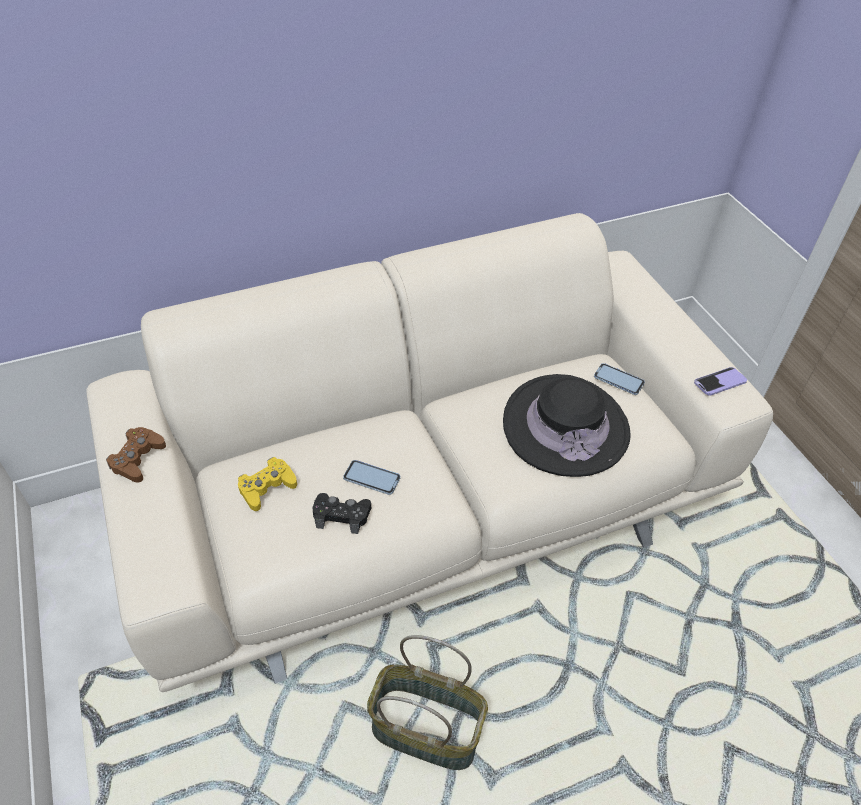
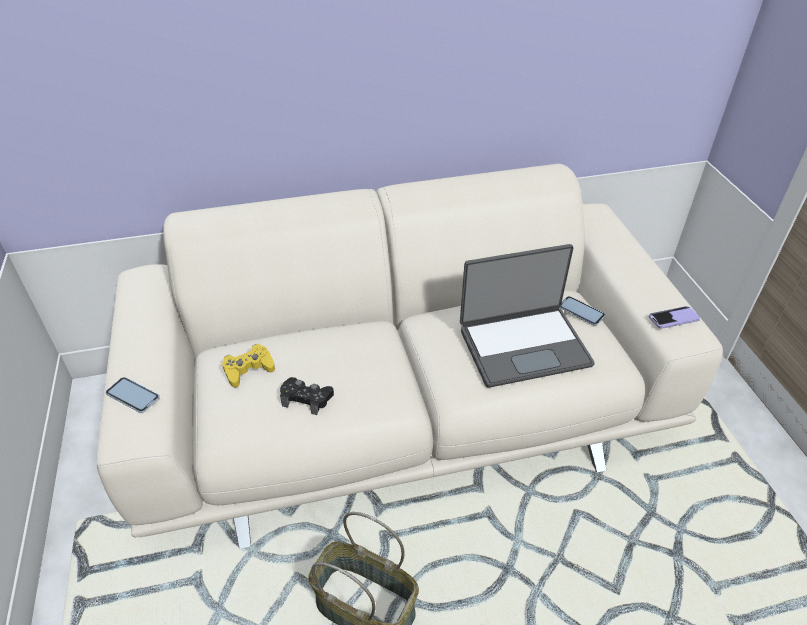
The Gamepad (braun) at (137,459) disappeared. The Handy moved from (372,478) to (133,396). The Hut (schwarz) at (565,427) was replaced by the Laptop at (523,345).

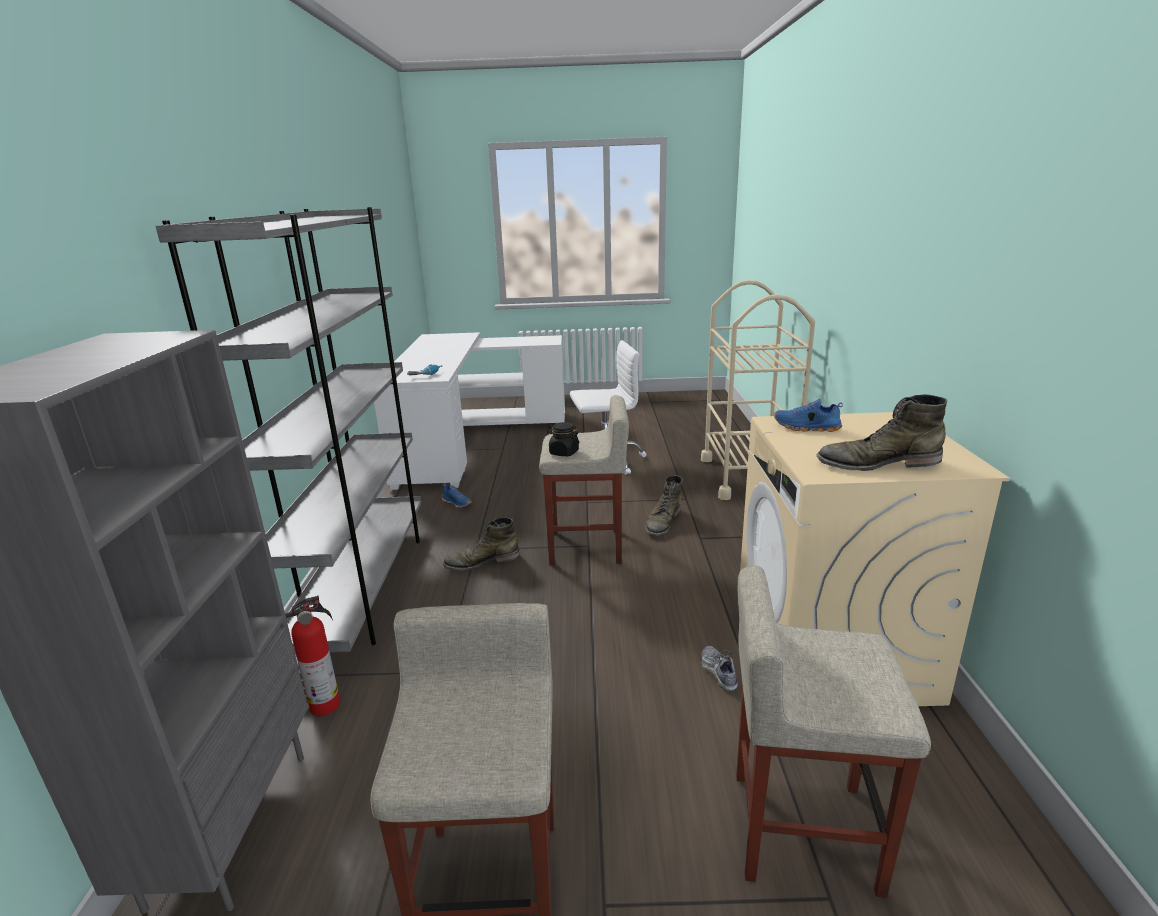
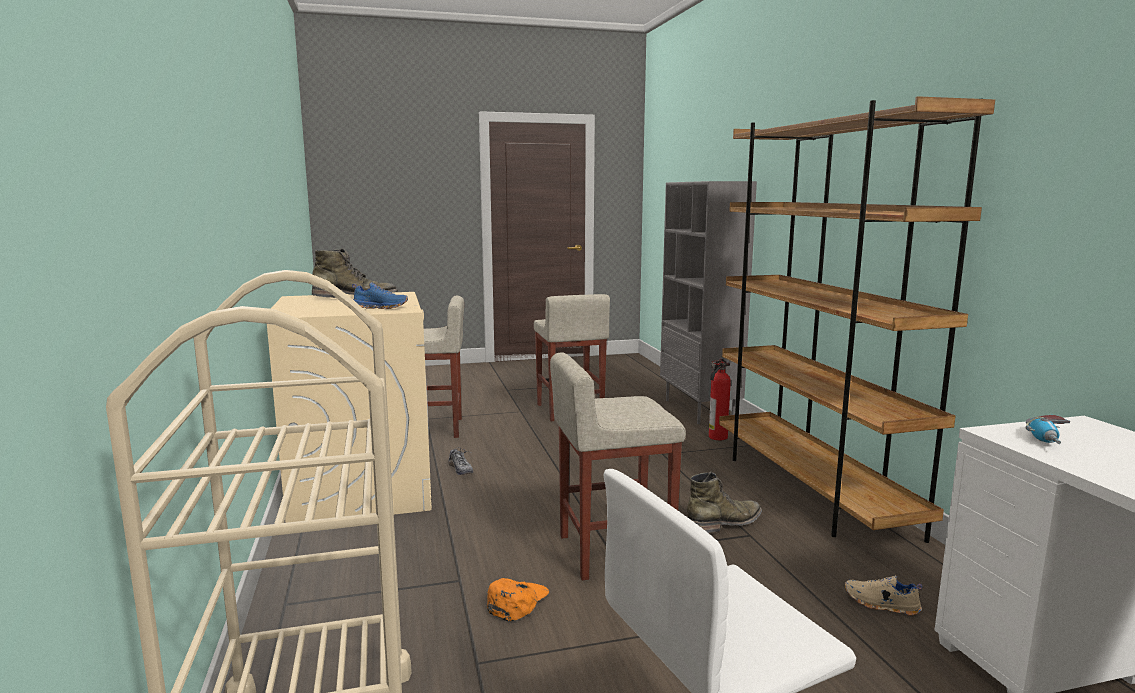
The Bücherregal (grau) at (363,587) became the Bücherregal (braun) at (810,490). The Schuh (blau) at (457,503) became the Schuh (beige) at (881,604). The Vorratsglas (schwarz) at (563,452) disappeared. The Stiefel (grün) at (662,522) was replaced by the Kappe (orange) at (517,602).

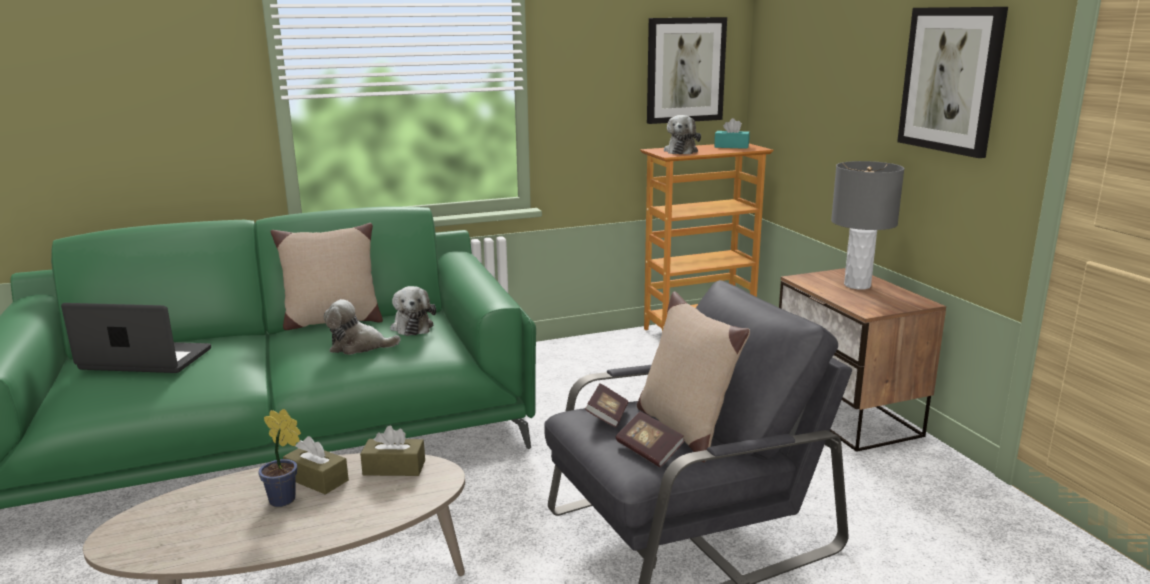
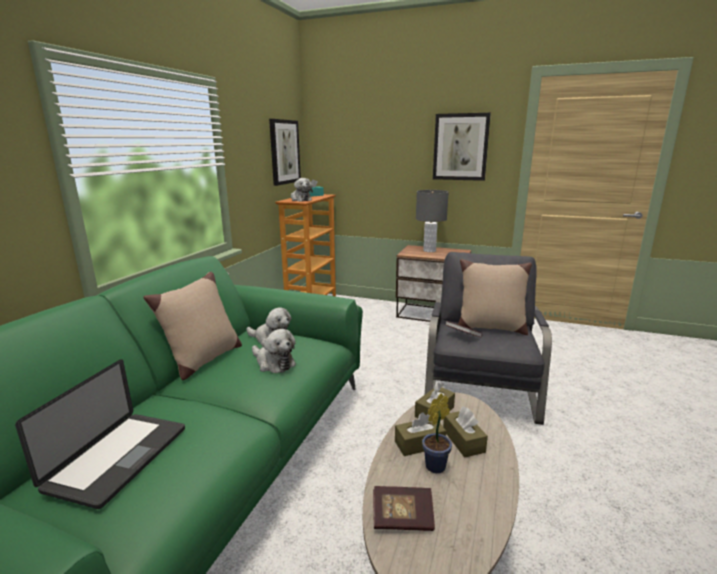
The Laptop at (146,359) turned 150 degrees clockwise. The Plüschtier at (358,346) turned 90 degrees counterclockwise. The Buch moved from (649,451) to (402,518). The Taschentuchbox (braun) at (463,441) appeared.

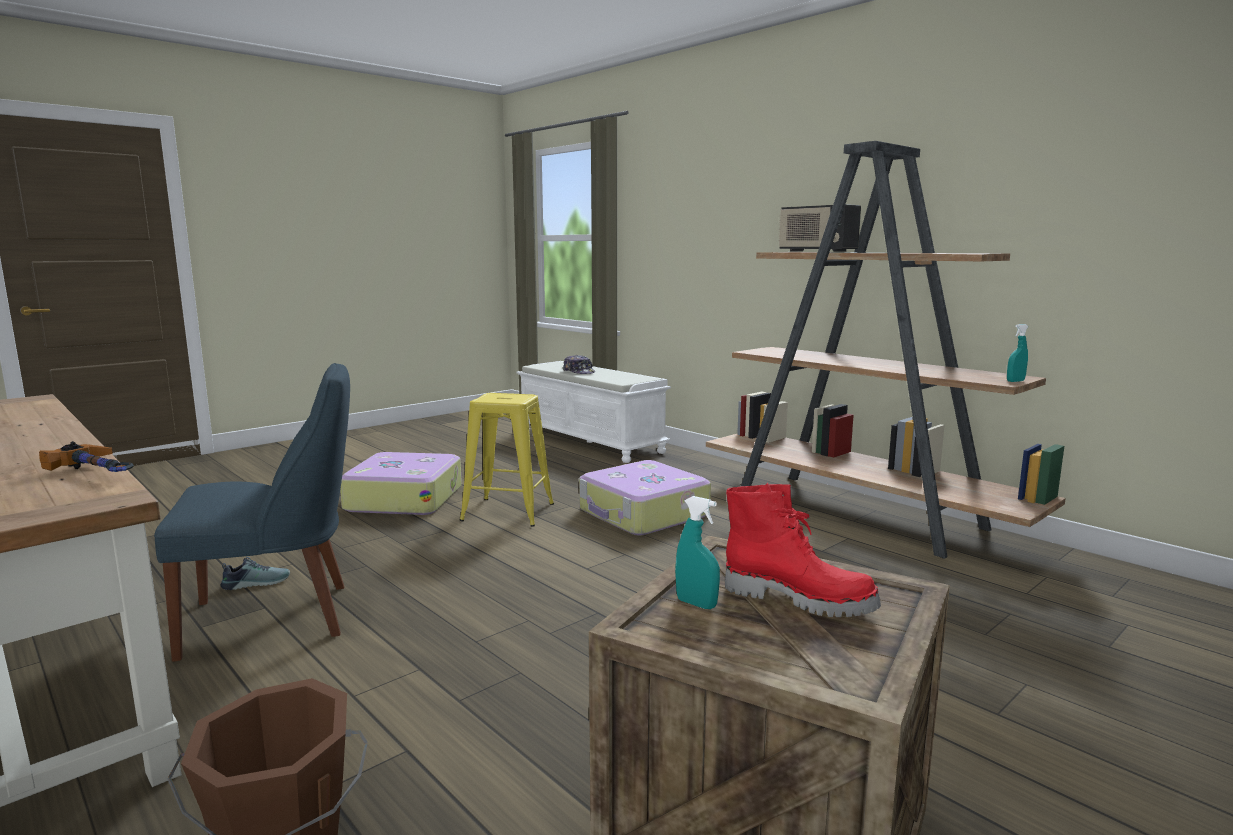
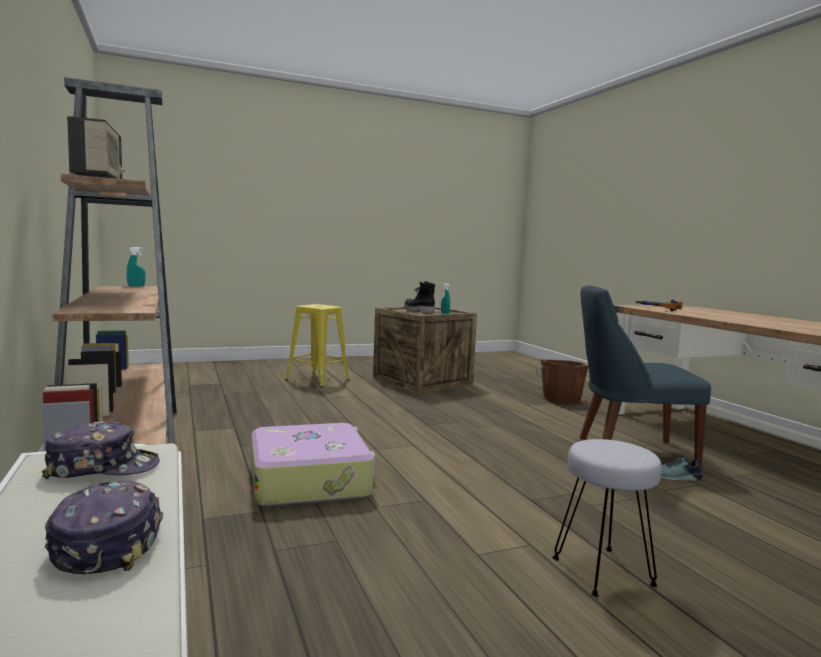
The Koffer at (404,498) was replaced by the Hocker (grau) at (604,571). The Hocker (gelb) moved from (508,512) to (317,380). The Stiefel (rot) at (799,599) became the Stiefel (schwarz) at (418,311). The Kappe at (103,468) appeared.

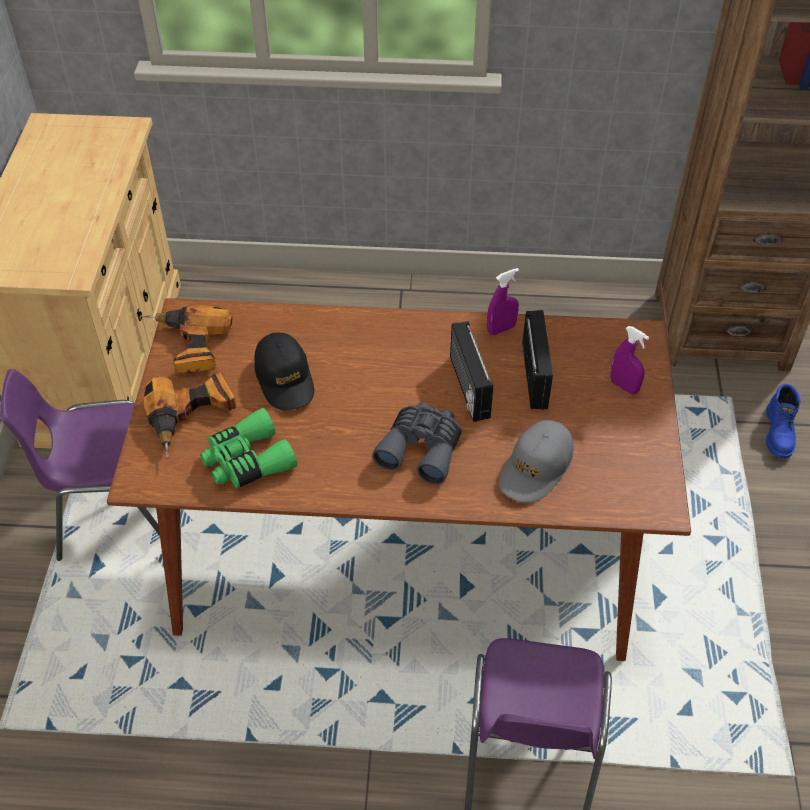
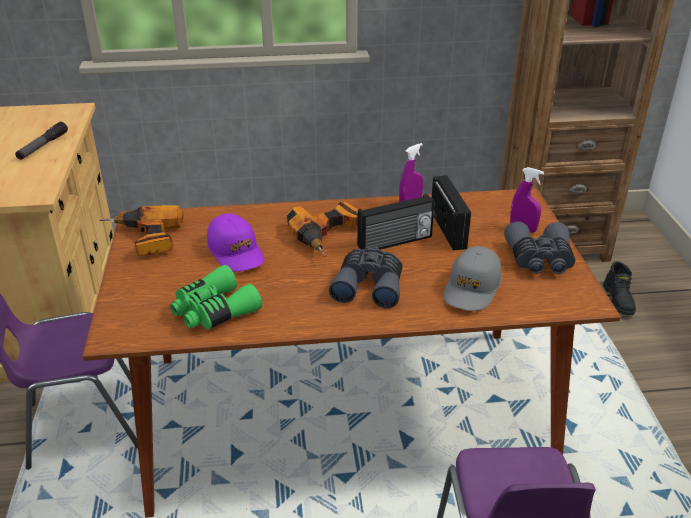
The Bohrmaschine moved from (192,417) to (329,235). The Kappe (schwarz) at (285,378) became the Kappe (lila) at (236,252). The Radio at (467,387) turned 90 degrees counterclockwise. The Stiefel (blau) at (779,433) became the Stiefel (schwarz) at (619,300). The Taschenlampe at (42,146) appeared. The Fernglas (grau) at (539,259) appeared.

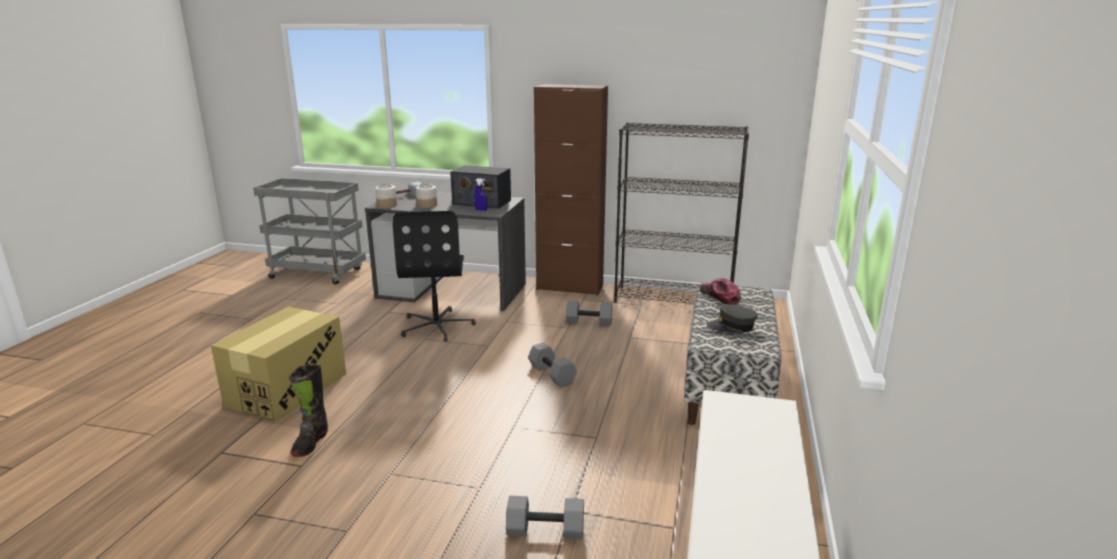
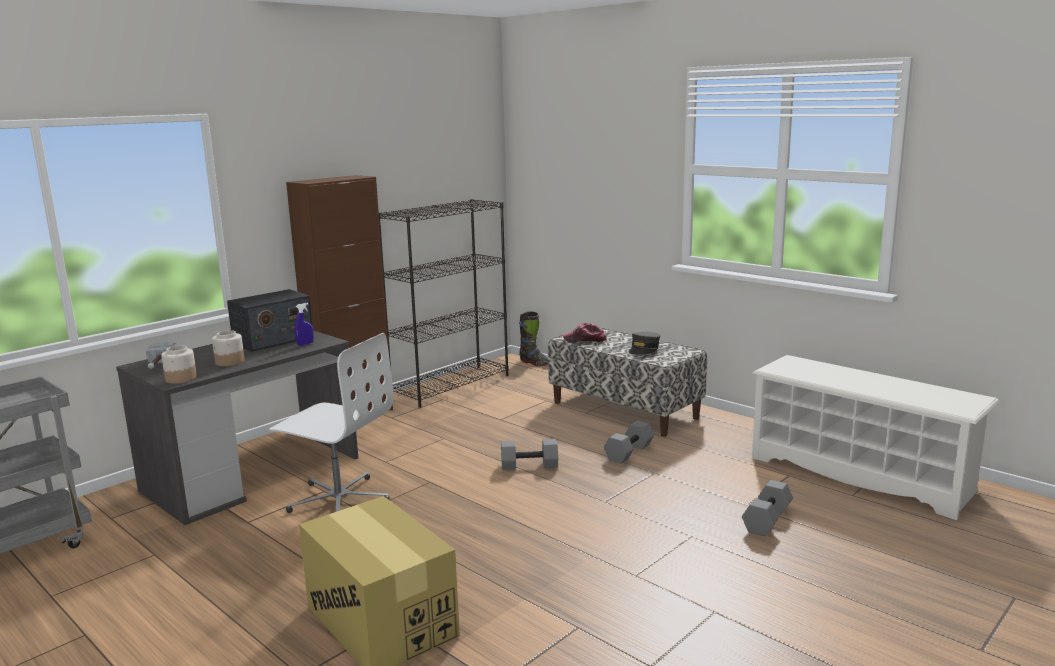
The Stiefel (schwarz) moved from (310,443) to (535,363). The Bürostuhl (schwarz) at (437,326) became the Bürostuhl (weiß) at (339,499). The Hantel (grau) moved from (589,322) to (628,452).

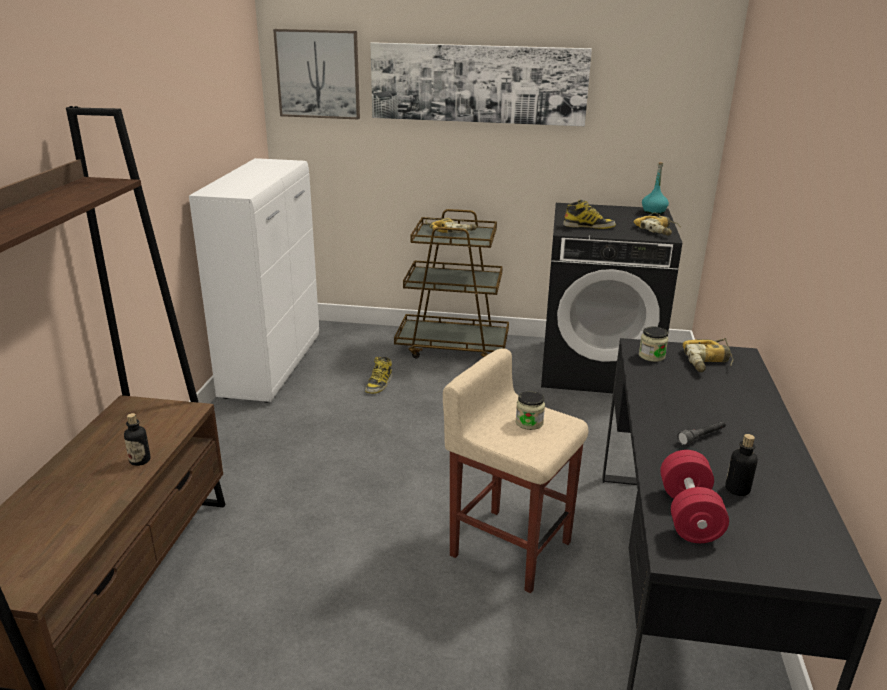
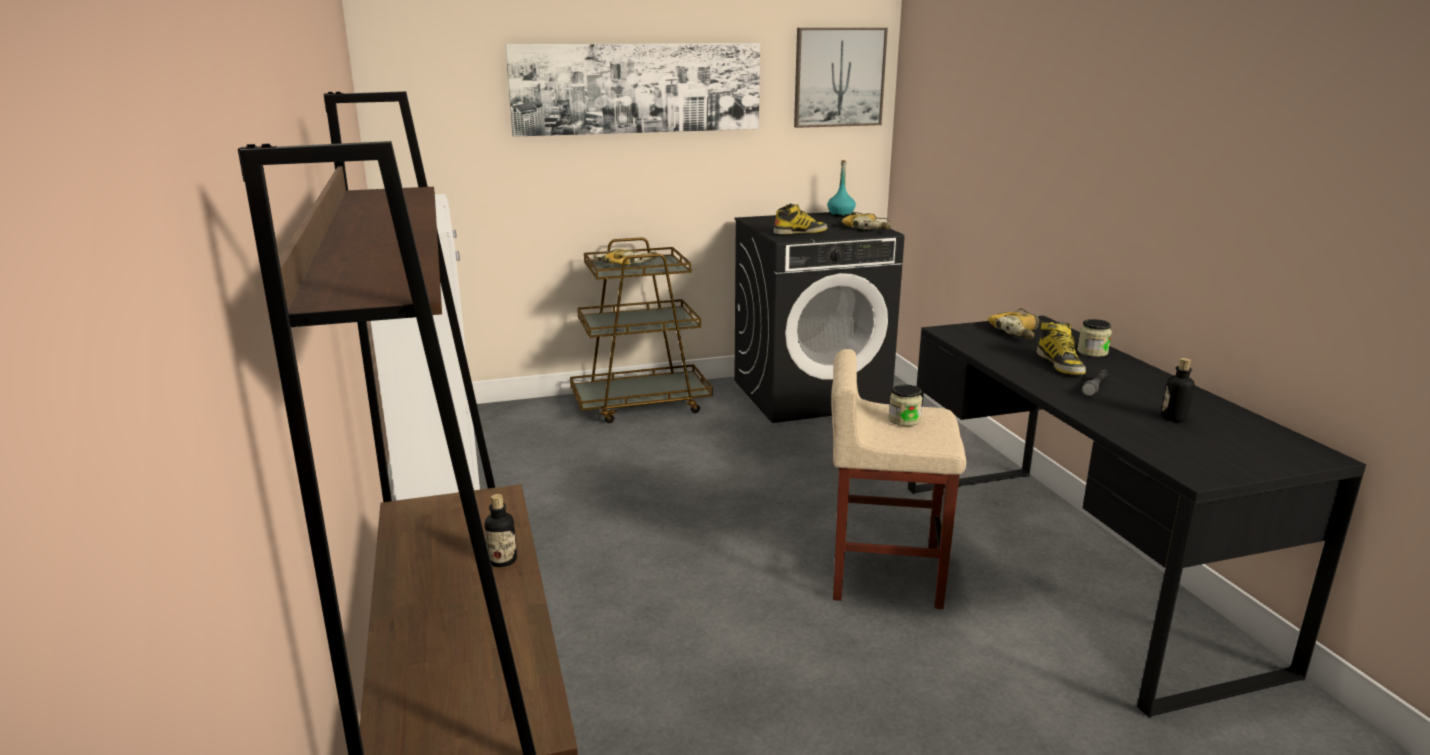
The Bild moved from (318,74) to (839,77). The Stiefel moved from (379,384) to (1060,364). The Vorratsglas moved from (651,356) to (1092,352). The Hantel (rot) at (688,514) disappeared.

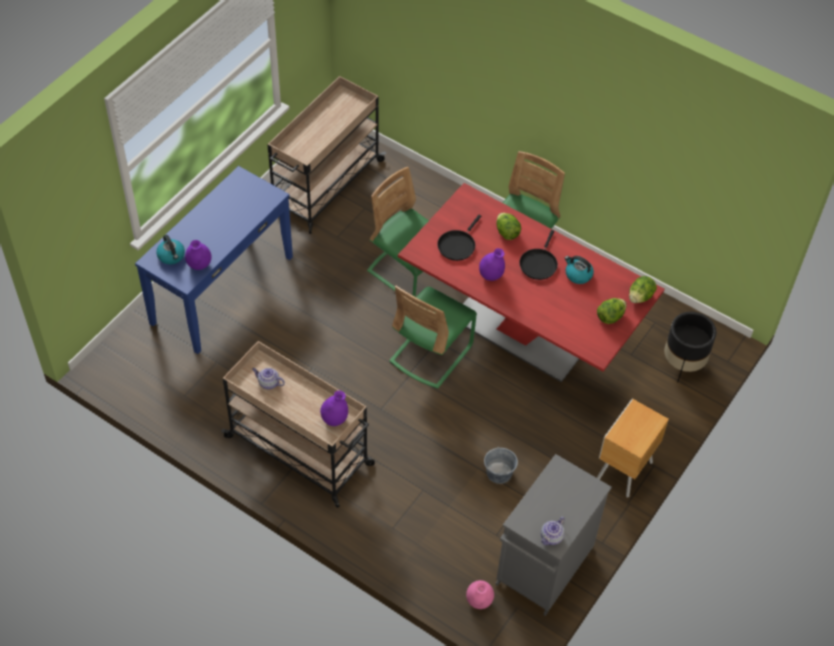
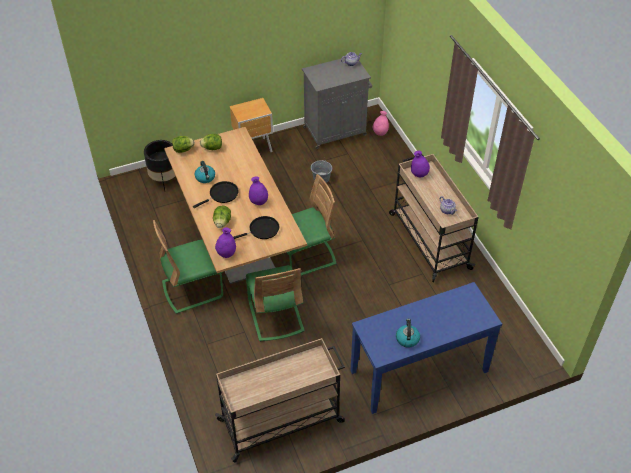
The Wasserkessel moved from (171,256) to (407,338). The Vase (lila) moved from (199,265) to (226,253). The Esstisch (rot) at (522,330) became the Esstisch (beige) at (237,242).

